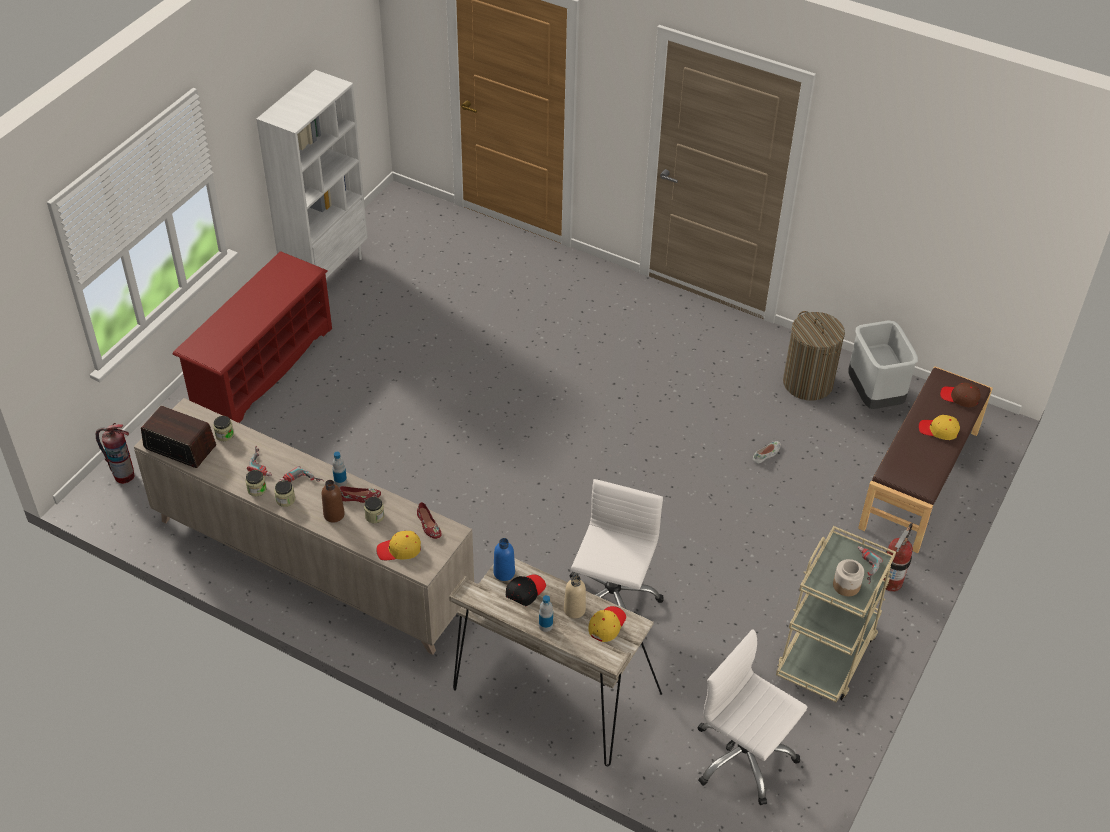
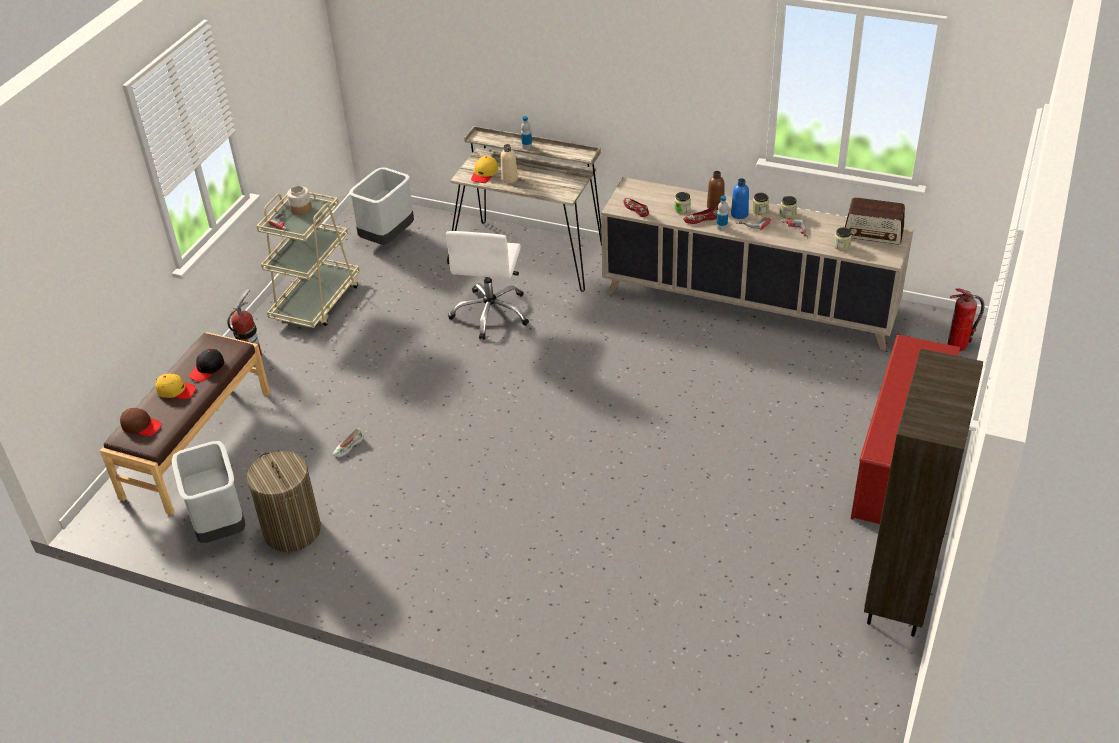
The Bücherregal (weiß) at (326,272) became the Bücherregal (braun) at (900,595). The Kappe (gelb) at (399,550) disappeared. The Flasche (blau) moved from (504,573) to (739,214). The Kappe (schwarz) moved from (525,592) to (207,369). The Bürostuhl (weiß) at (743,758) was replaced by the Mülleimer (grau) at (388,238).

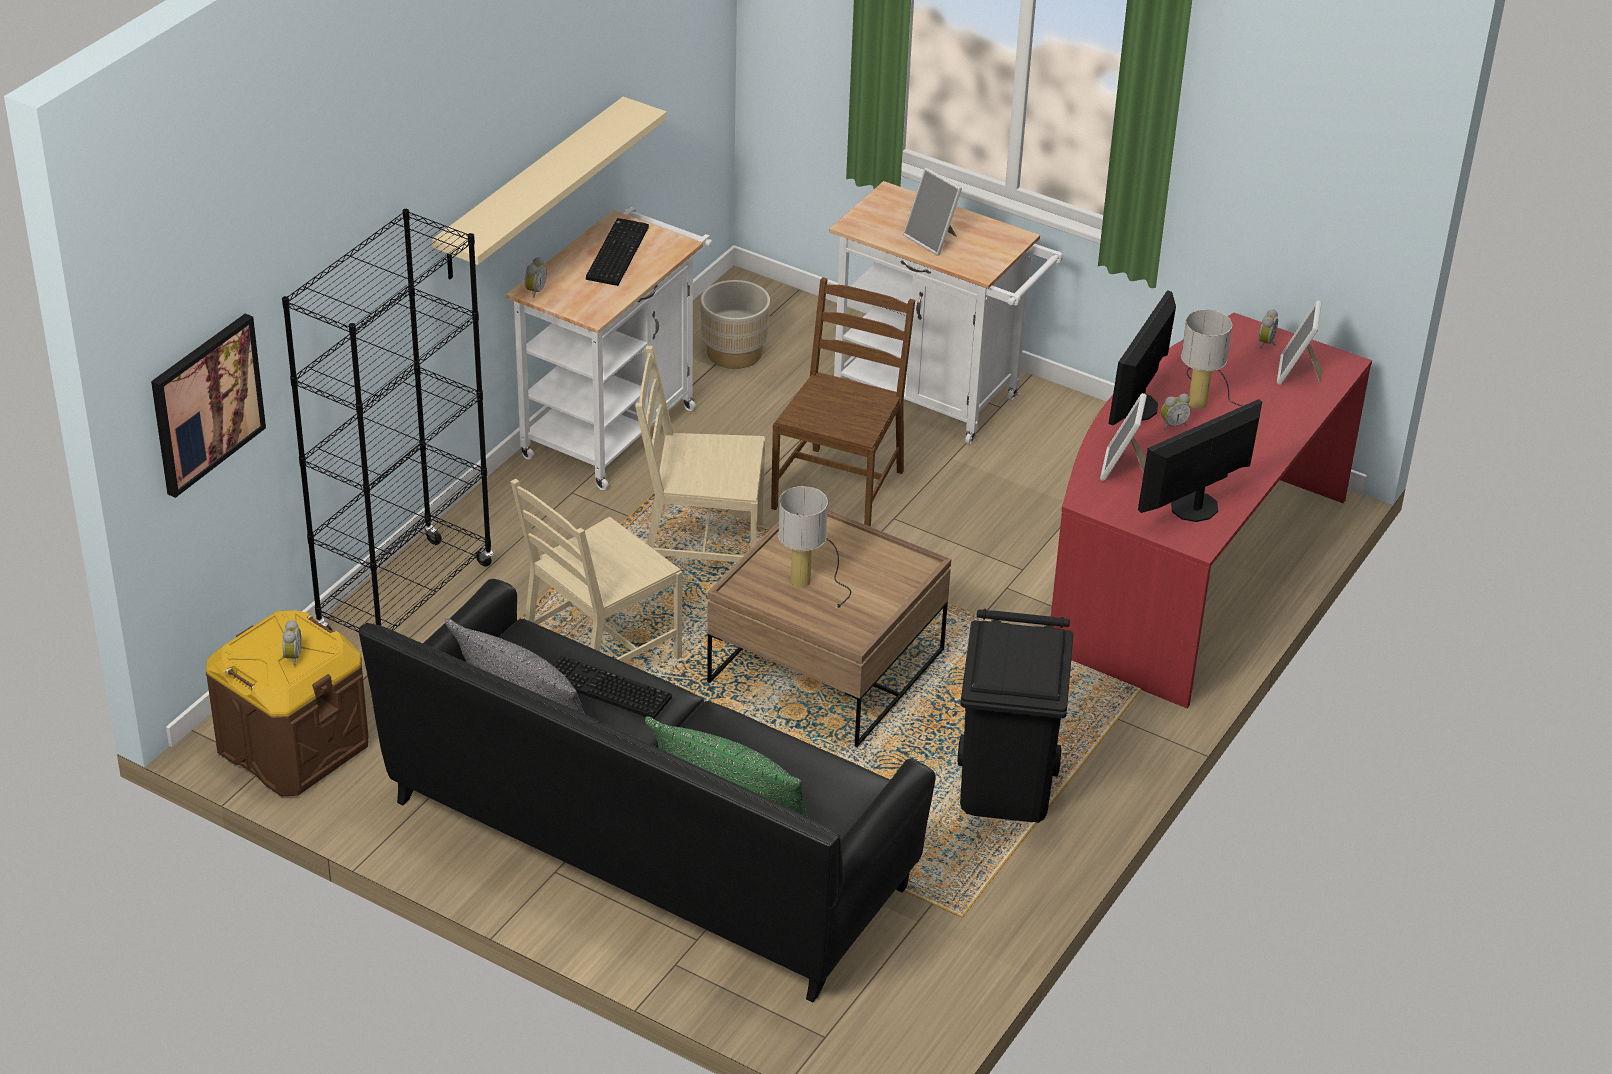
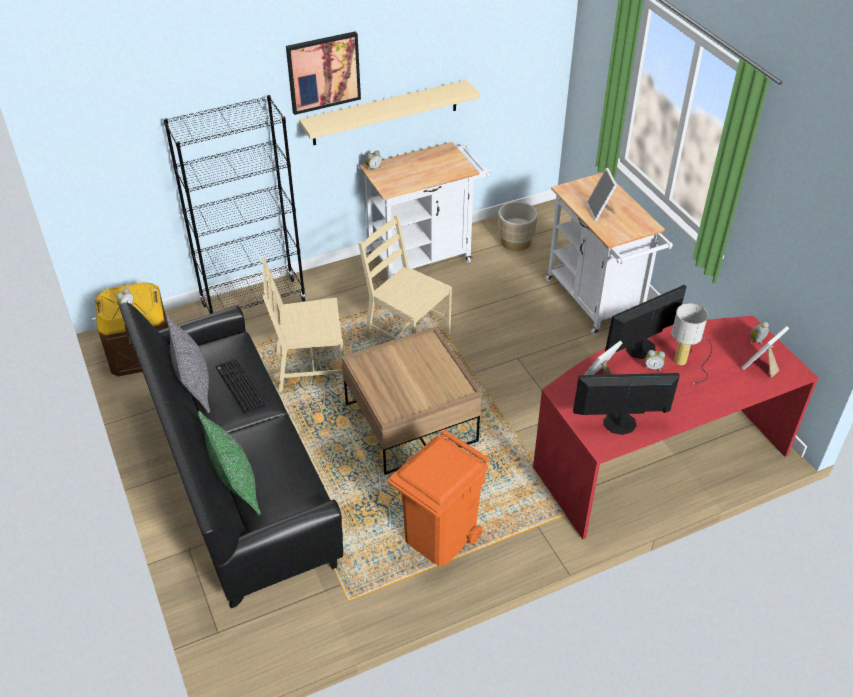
The Bild moved from (206,403) to (323,72). The Tastatur at (616,252) disappeared. The Stuhl (braun) at (839,489) disappeared. The Tischlampe at (811,576) disappeared. The Mülleimer (schwarz) at (1006,789) became the Mülleimer (orange) at (439,537).

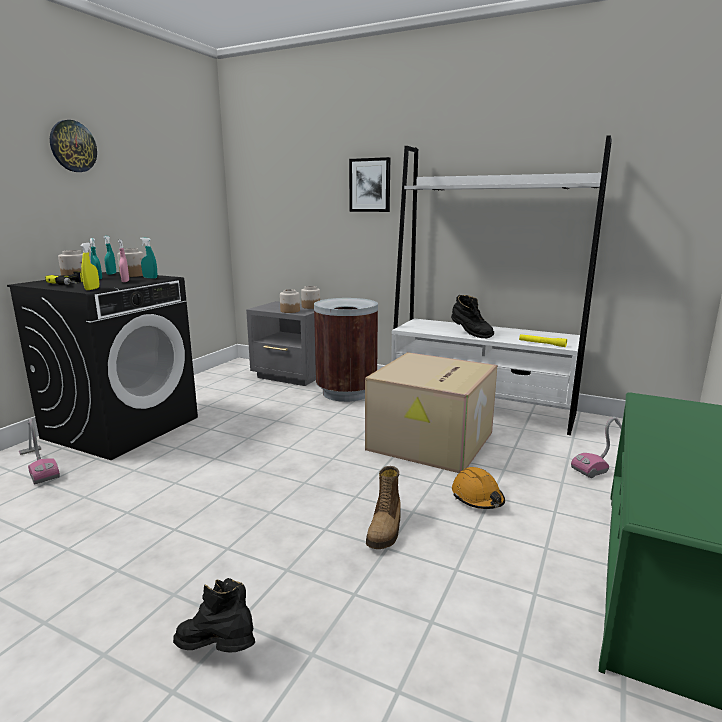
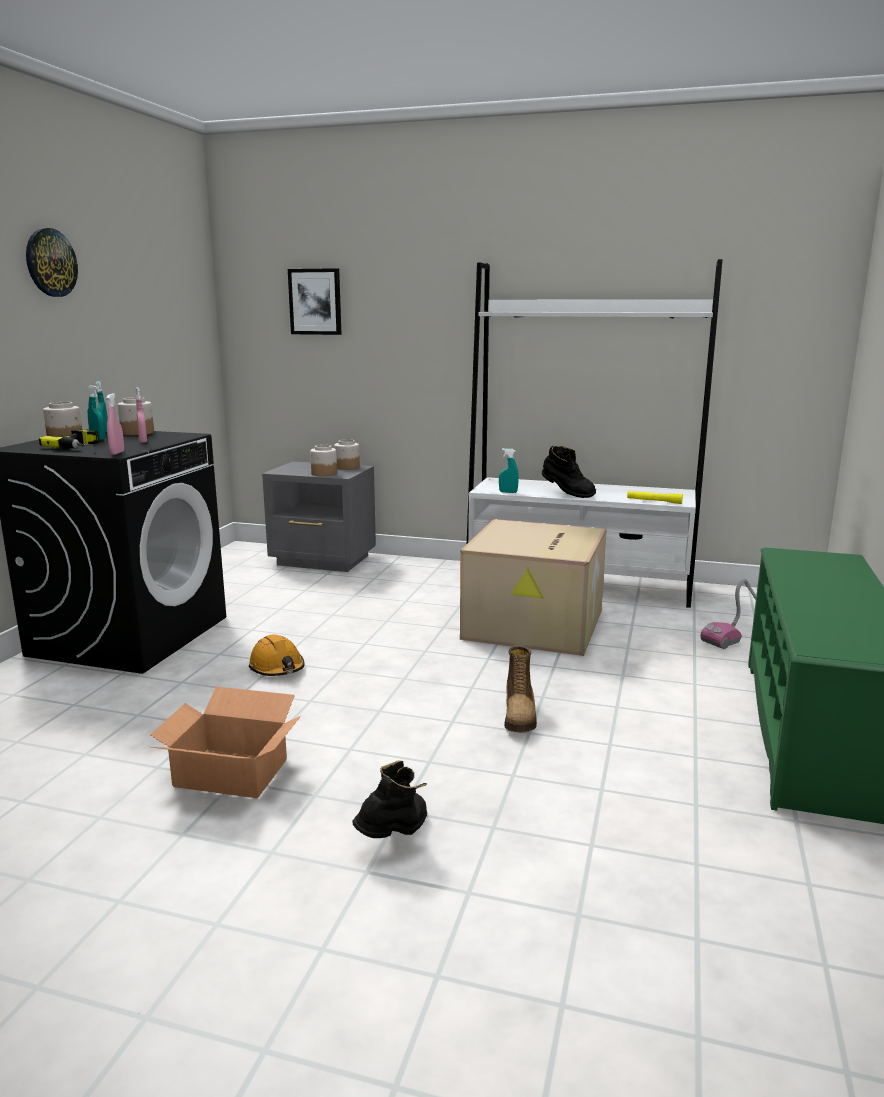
The Staubsauger at (38,465) disappeared. The Sprühflasche (gelb) at (92,289) became the Sprühflasche (rosa) at (117,453). The Sprühflasche (türkis) moved from (150,278) to (508,492). The Stiefel (schwarz) at (218,652) turned 105 degrees clockwise. The Mülleimer (braun) at (346,392) disappeared. The Bild moved from (370,185) to (315,302). The Schutzhelm (orange) moved from (477,498) to (277,668). The Karton at (231,773) appeared.

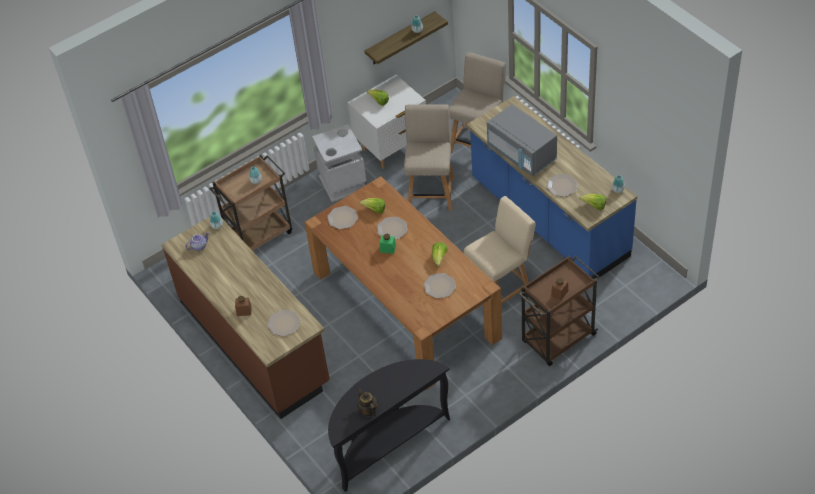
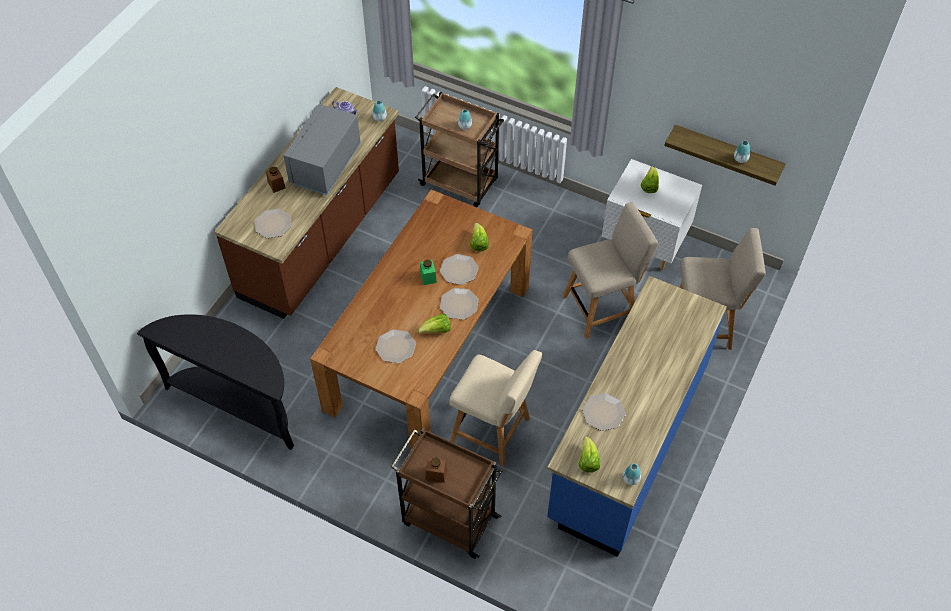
The Mülleimer (grau) at (342,183) disappeared. The Teller moved from (342,218) to (458,304). The Teekanne at (368,410) disappeared. The Mikrowelle (grau) moved from (522,154) to (325,165).

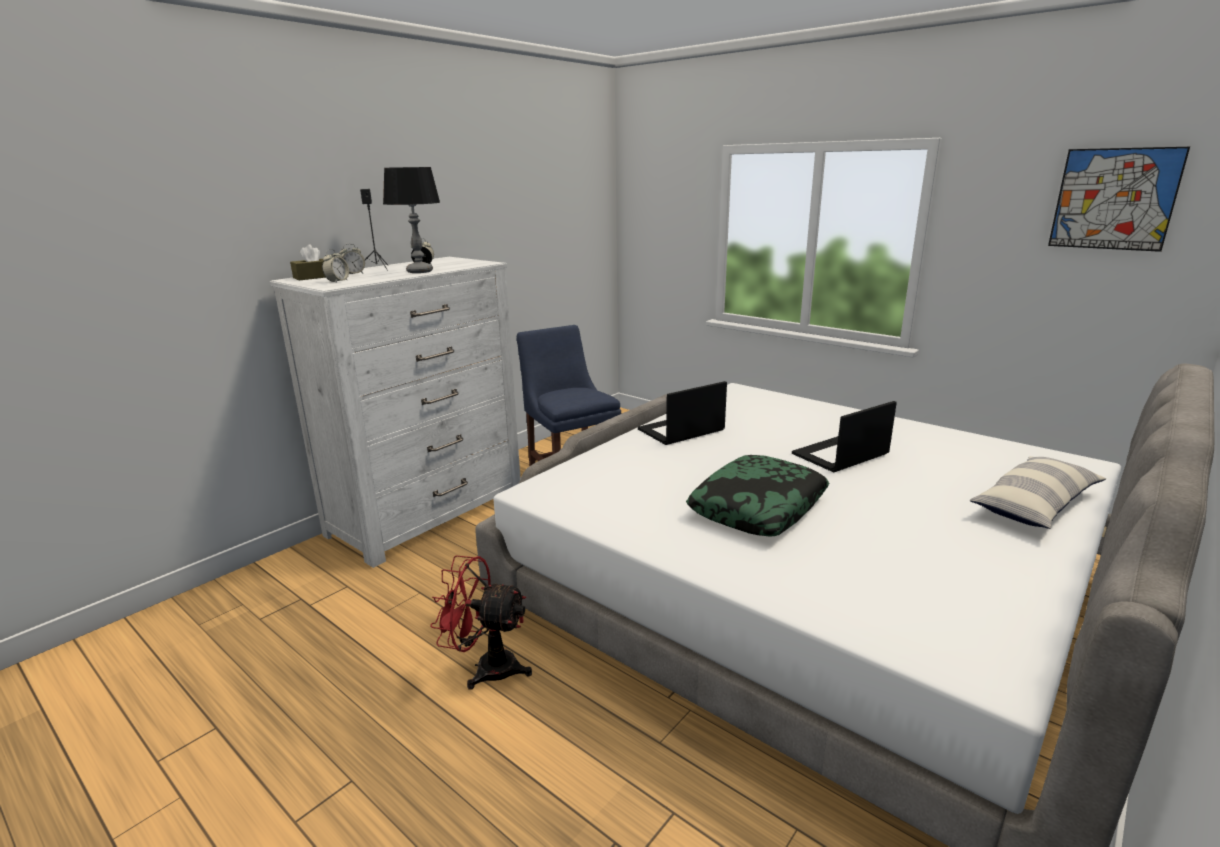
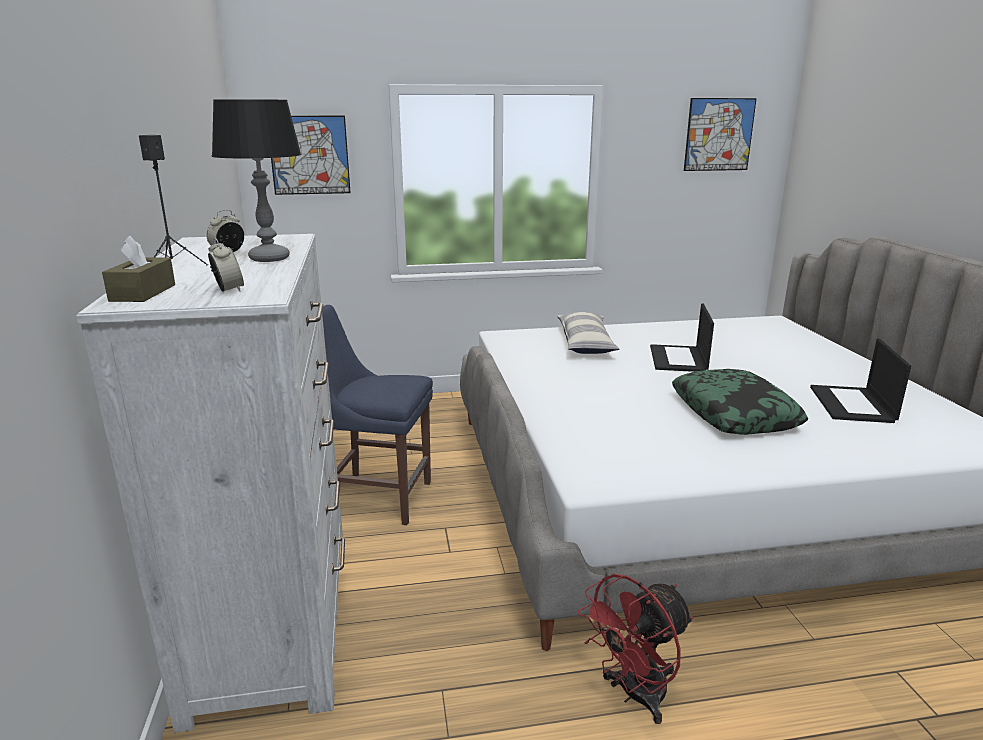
The Wecker at (353,274) disappeared. The Laptop moved from (681,430) to (853,405). The Kissen moved from (1035,505) to (585,343). The Bild at (309,155) appeared.

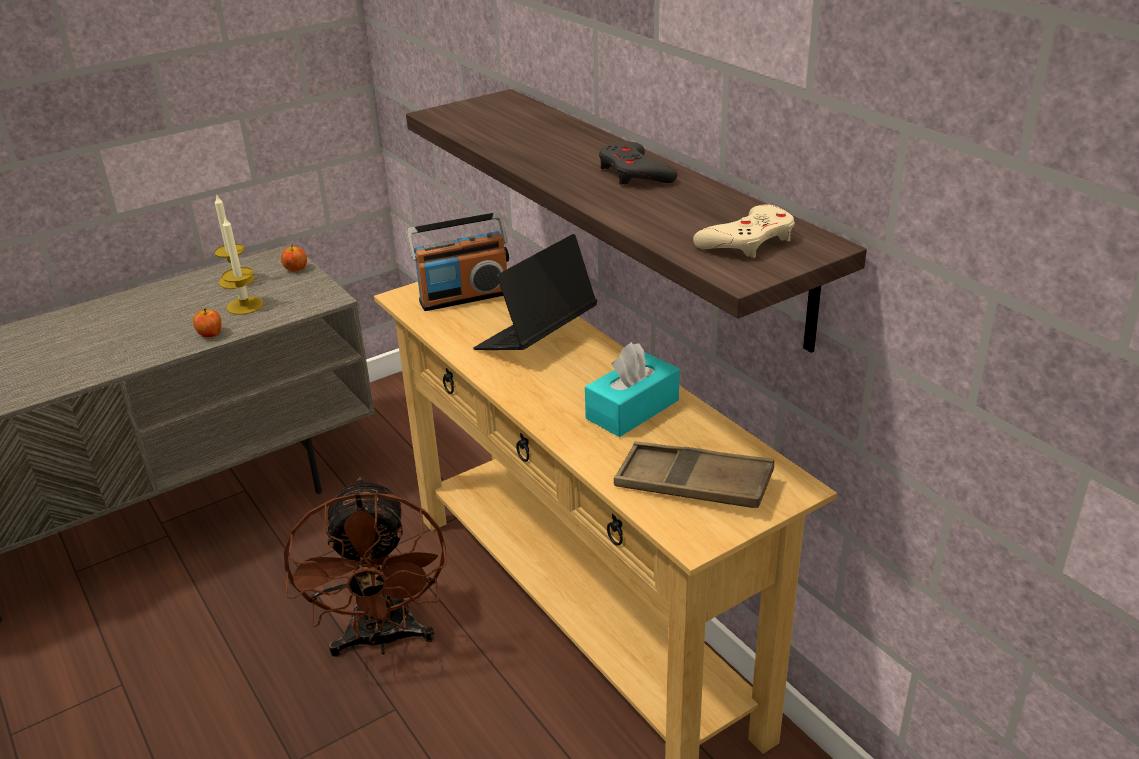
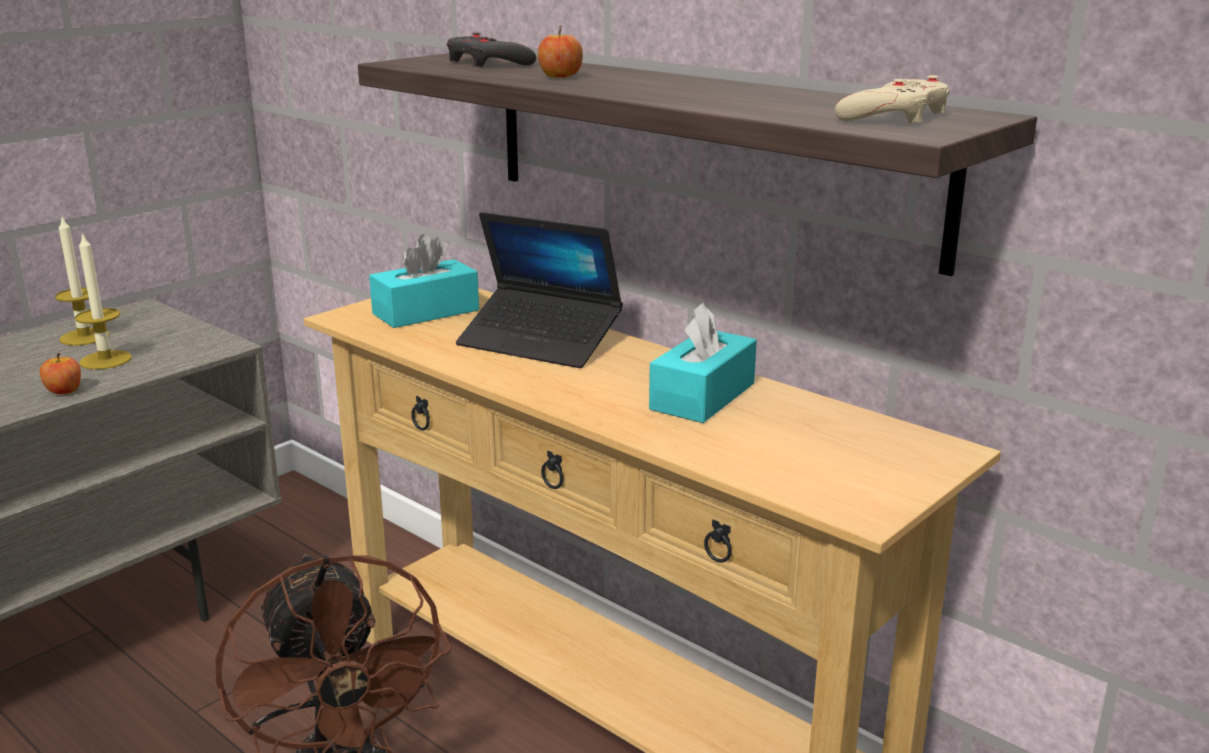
The Apfel moved from (296,269) to (560,77). The Radio at (464,297) was replaced by the Taschentuchbox (türkis) at (426,312). The Laptop at (536,338) turned 90 degrees counterclockwise. The Gamepad (grau) moved from (634,173) to (488,62). The Tablett (braun) at (693,484) disappeared.

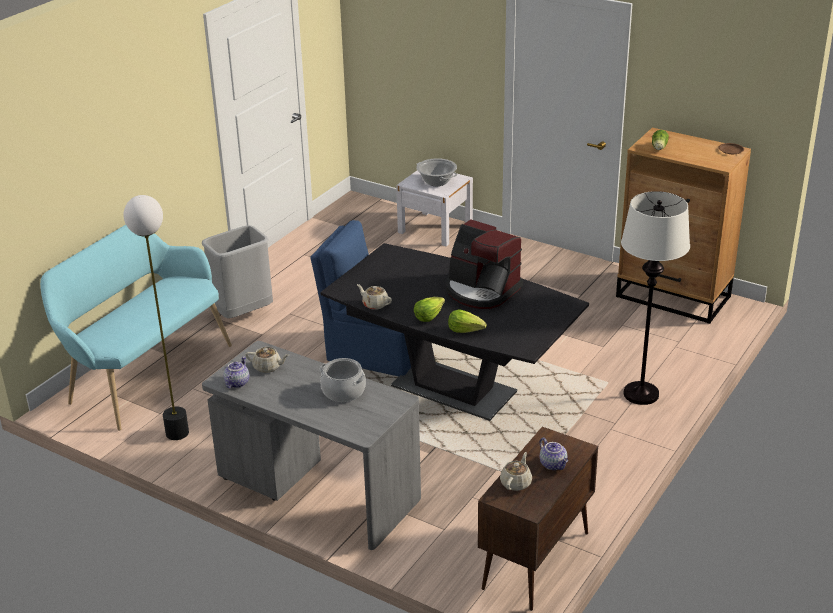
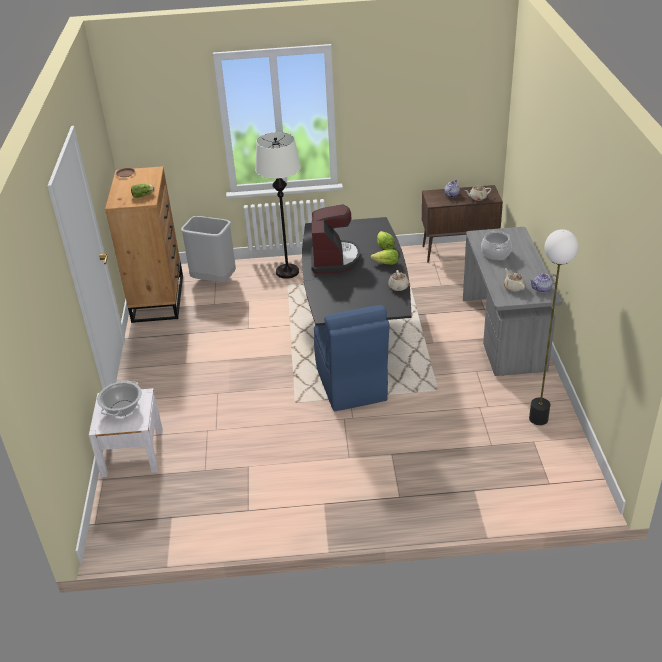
The Bank (türkis) at (145,373) disappeared. The Mülleimer (grau) moved from (243,314) to (214,280).

